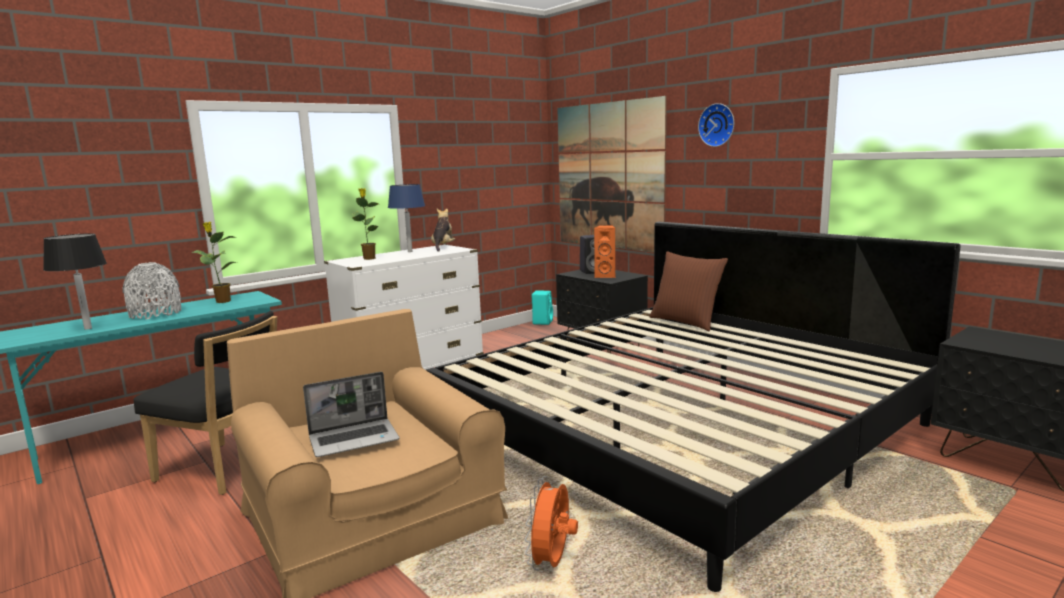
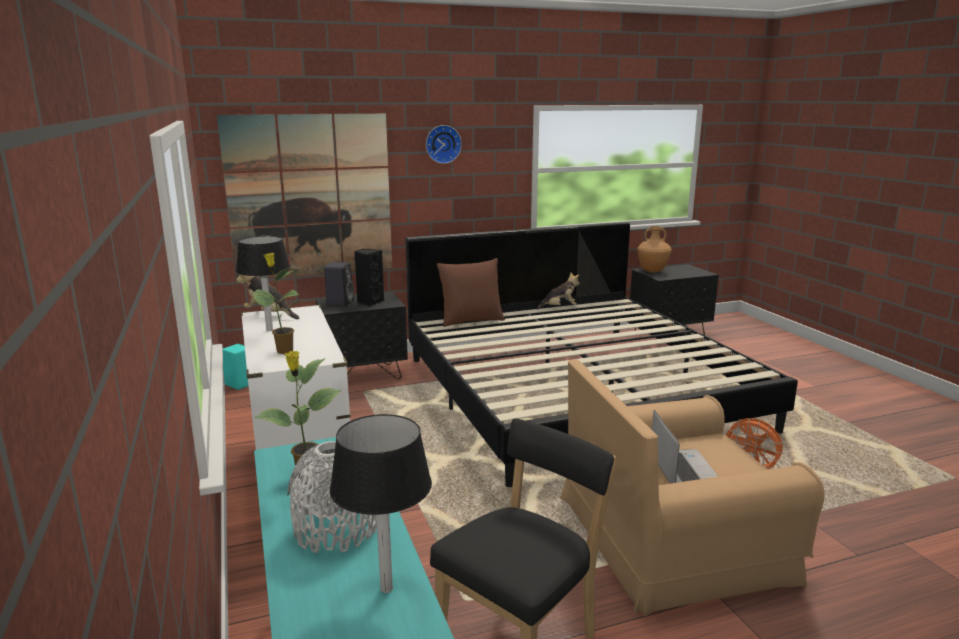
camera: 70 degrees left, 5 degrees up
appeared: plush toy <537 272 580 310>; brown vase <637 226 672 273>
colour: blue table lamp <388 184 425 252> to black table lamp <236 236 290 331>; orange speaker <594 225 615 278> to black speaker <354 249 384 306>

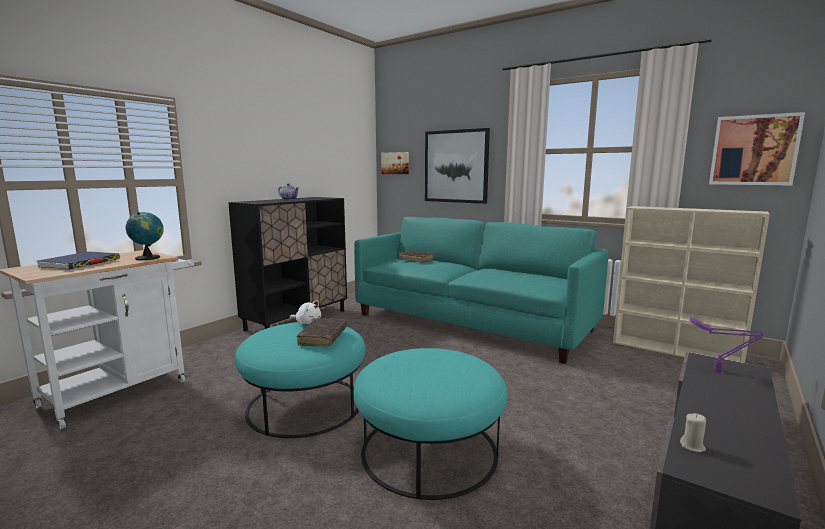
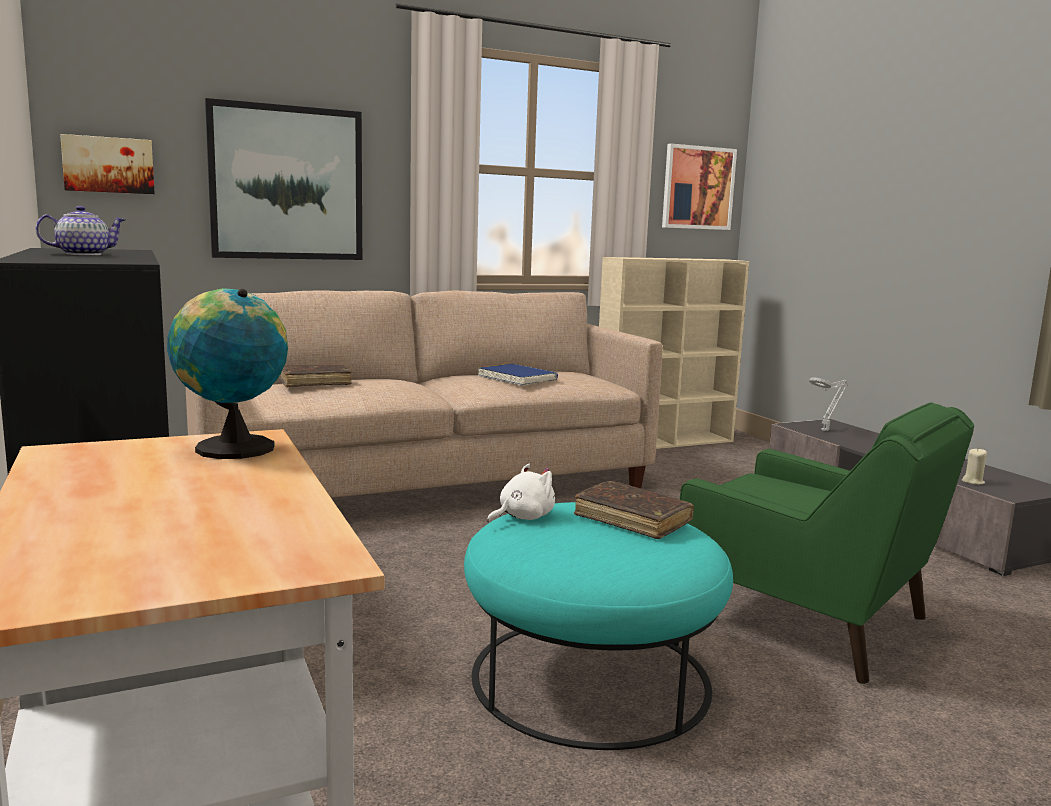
camera: 60 degrees left, 0 degrees up
relocated: blue book <37 251 120 269> to <478 364 558 386>
exchanged: turquoise ottoman <354 348 507 500> to green armchair <680 403 974 684>
colour: turquoise sofa <354 217 608 364> to beige sofa <185 290 663 498>; purple table lamp <689 318 764 371> to grey table lamp <809 377 848 431>

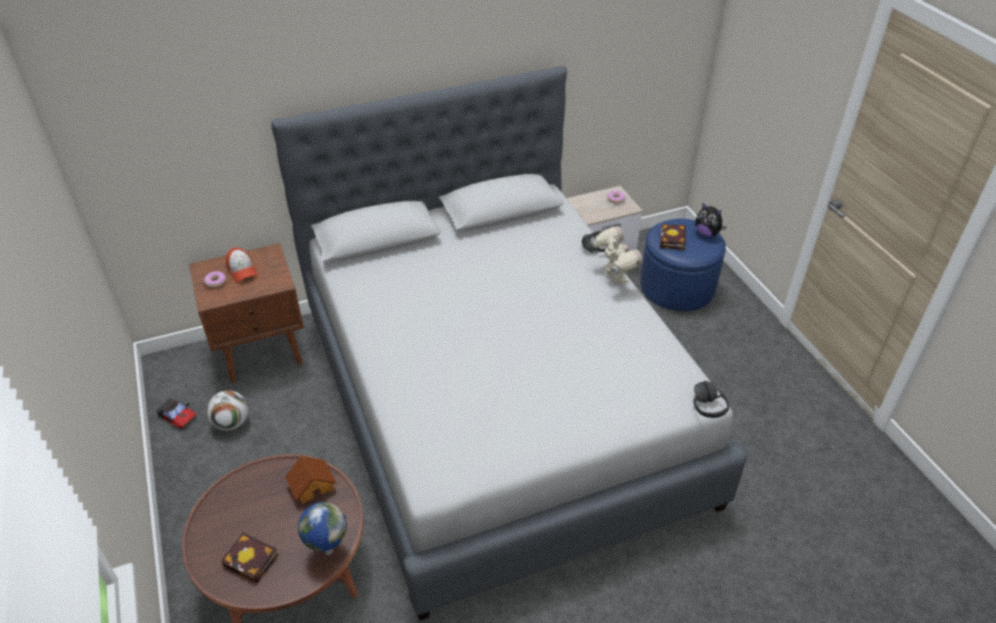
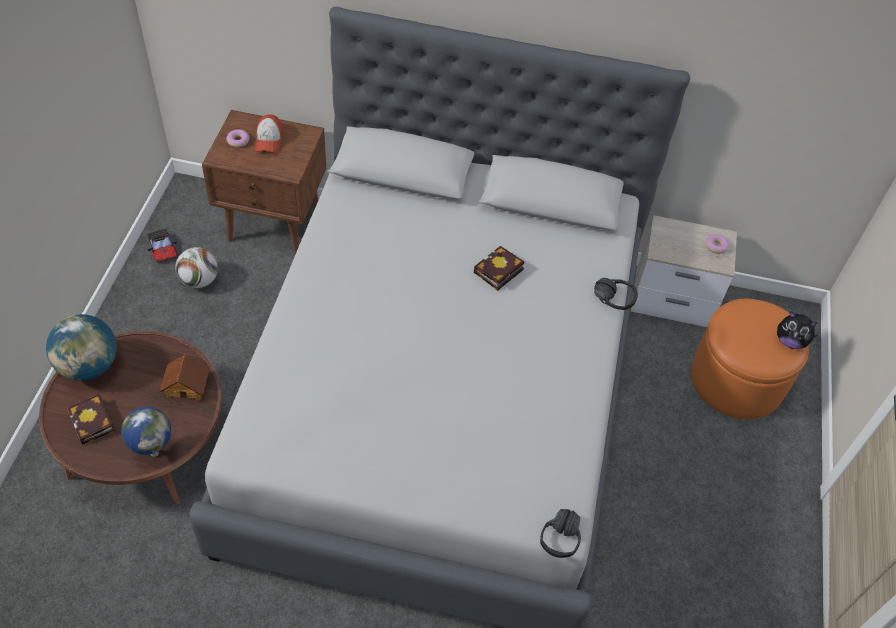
camera: 30 degrees right, 10 degrees up
missing: toy robot <591 226 643 285>
appeared: globe <46 314 117 381>
relocated: book <660 224 686 250> to <474 246 524 291>
colour: blue ottoman <640 219 726 311> to orange ottoman <691 299 809 419>
spun: plush toy <695 203 727 237> = <777 311 818 349> 45 degrees counterclockwise

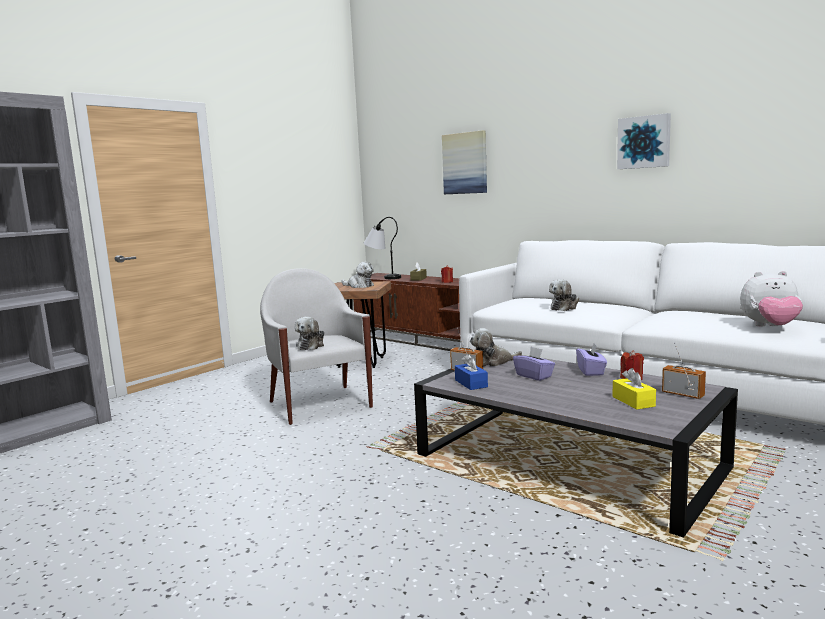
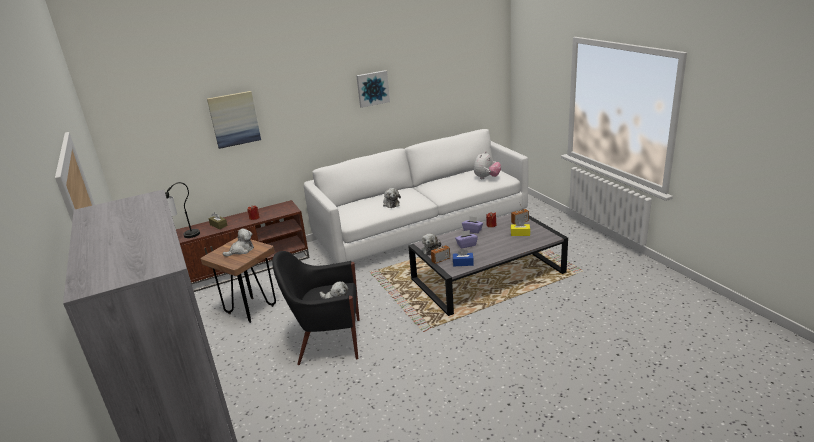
camera: 65 degrees left, 15 degrees up
colour: white armchair <260 268 373 425> to black armchair <272 251 360 365>

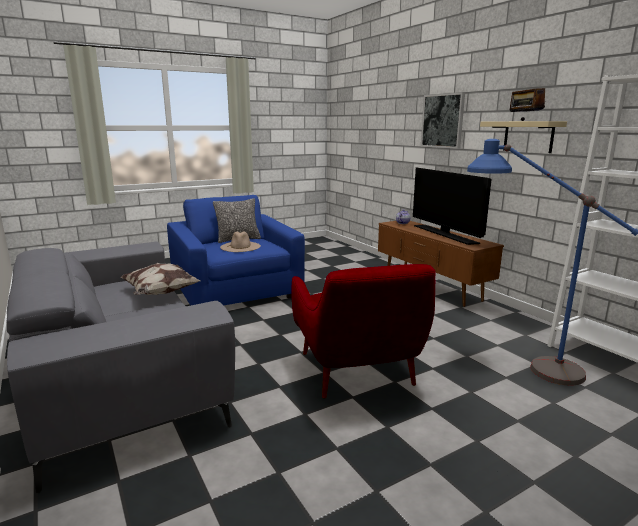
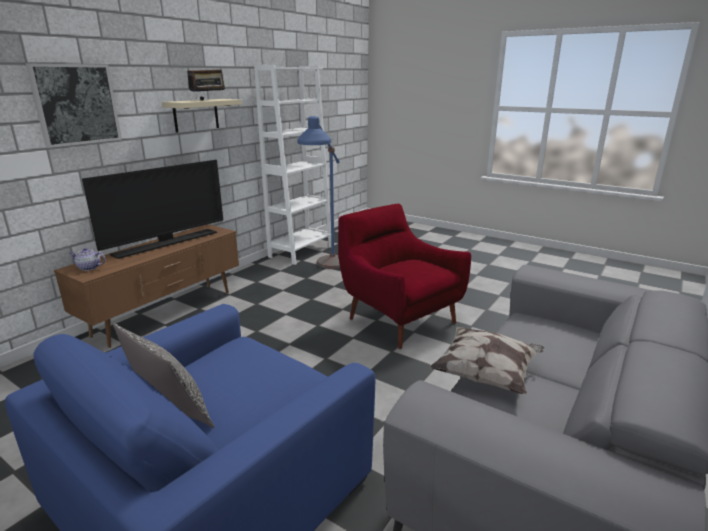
camera: 115 degrees left, 5 degrees up
missing: beige hat <220 232 261 252>
spun: red armchair <291 264 436 399> = <338 204 471 349> 90 degrees counterclockwise

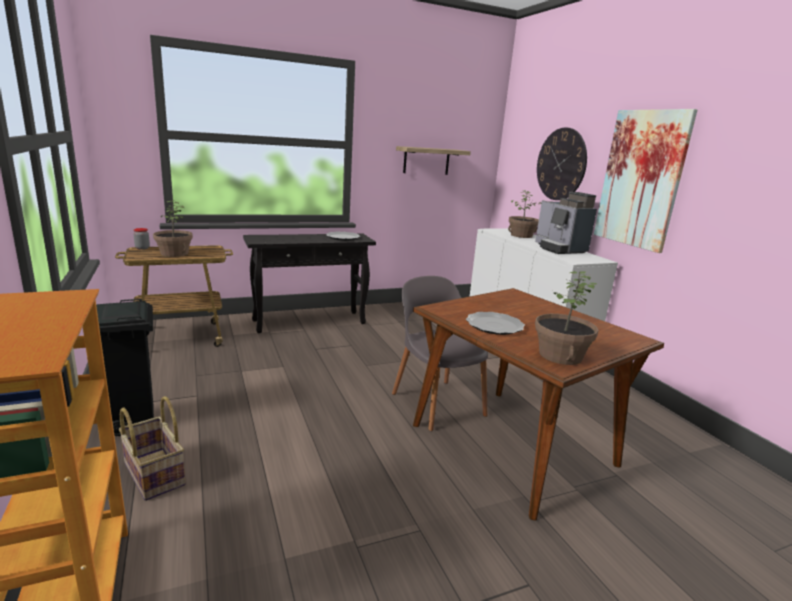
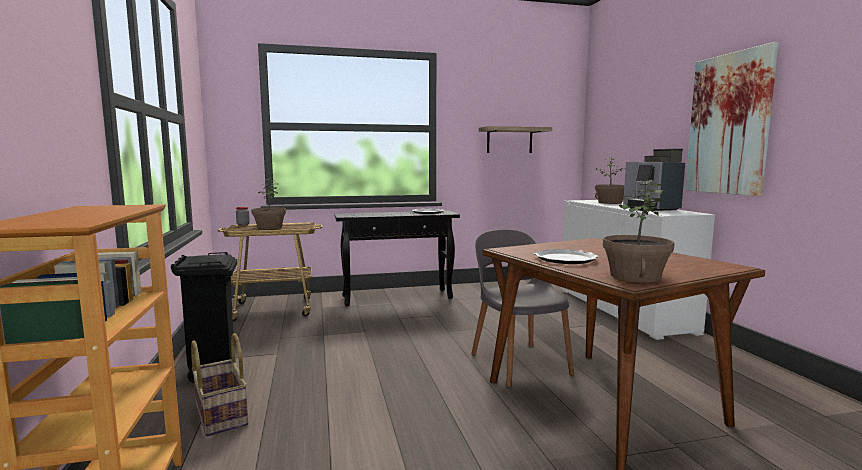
camera: 10 degrees right, 10 degrees down
missing: wall clock <537 127 587 200>

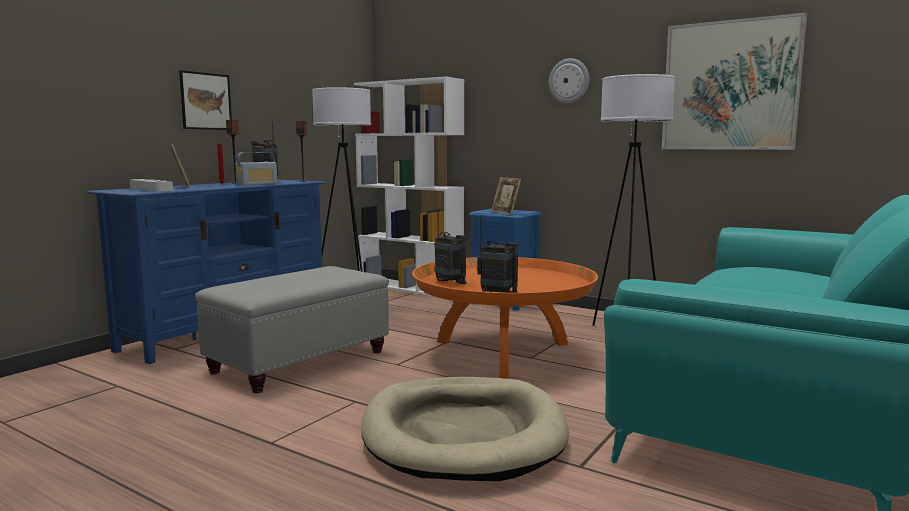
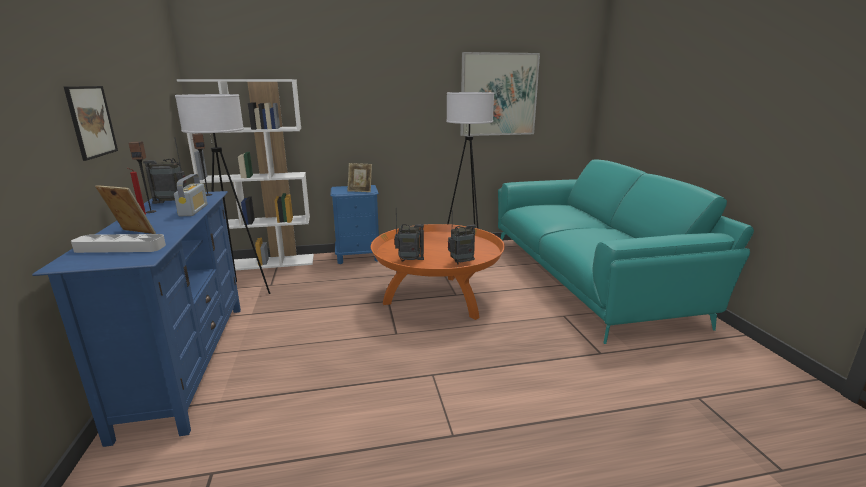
camera: 45 degrees left, 10 degrees up
missing: grey ottoman <195 266 389 393>; beige dog bed <361 377 569 481>; wall clock <549 58 589 103>

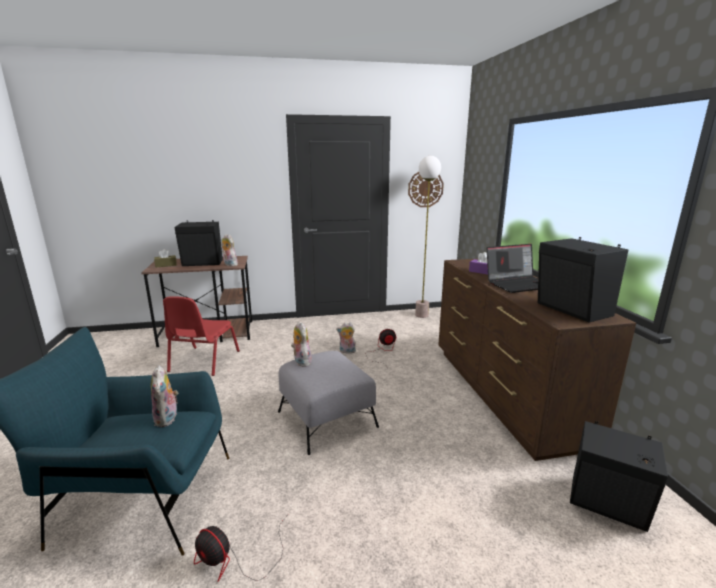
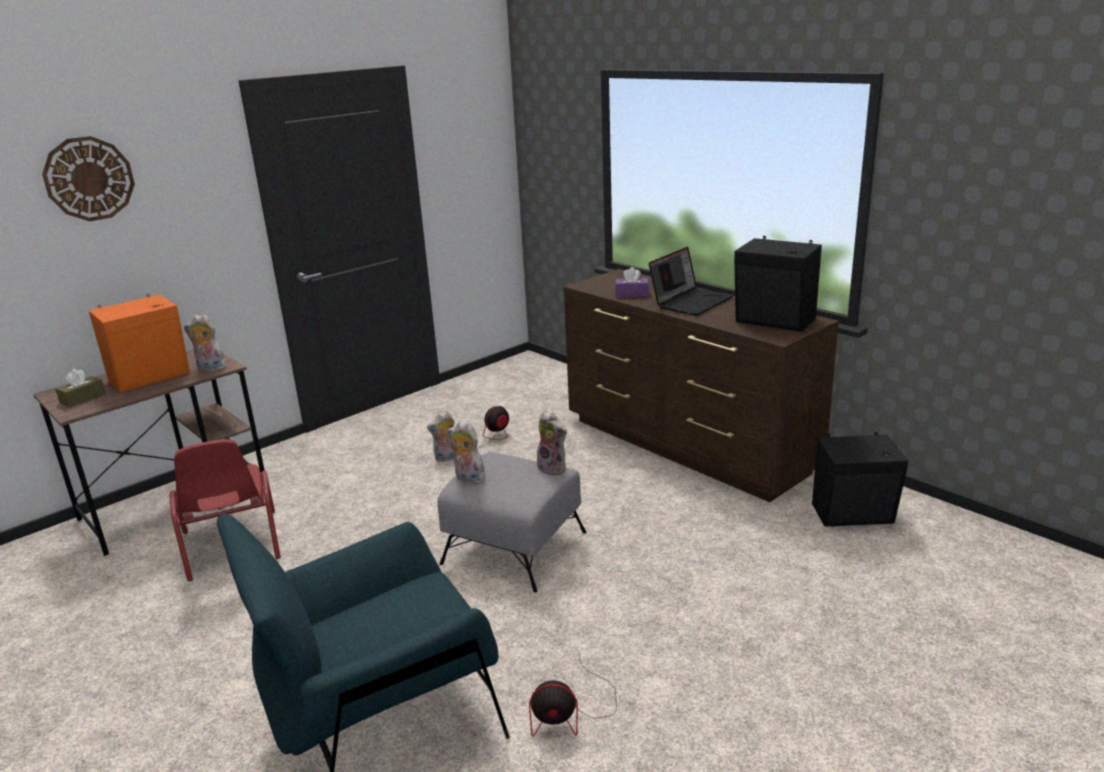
camera: 30 degrees left, 5 degrees up
missing: floor lamp <415 156 441 318>
relocated: plush toy <151 365 178 427> to <537 410 568 475>; wall clock <408 172 444 207> to <42 136 135 221>
colour: black speaker <175 220 223 266> to orange speaker <89 294 190 393>

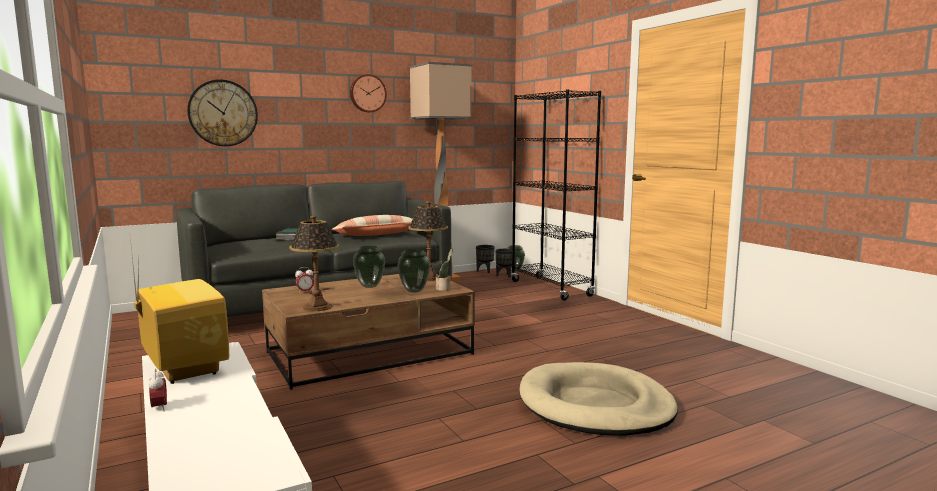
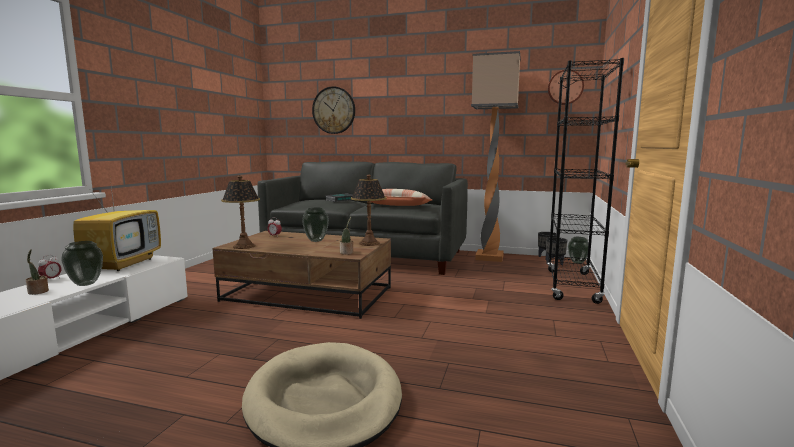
camera: 45 degrees right, 0 degrees up
appeared: potted plant <26 249 49 295>
relocated: wall clock <350 74 387 112> to <548 69 584 105>; vase <397 249 431 292> to <61 241 103 286>

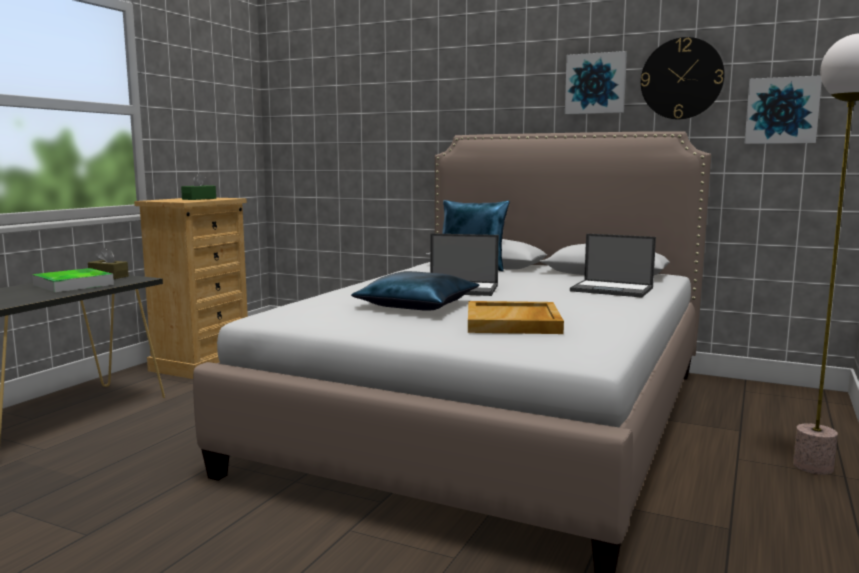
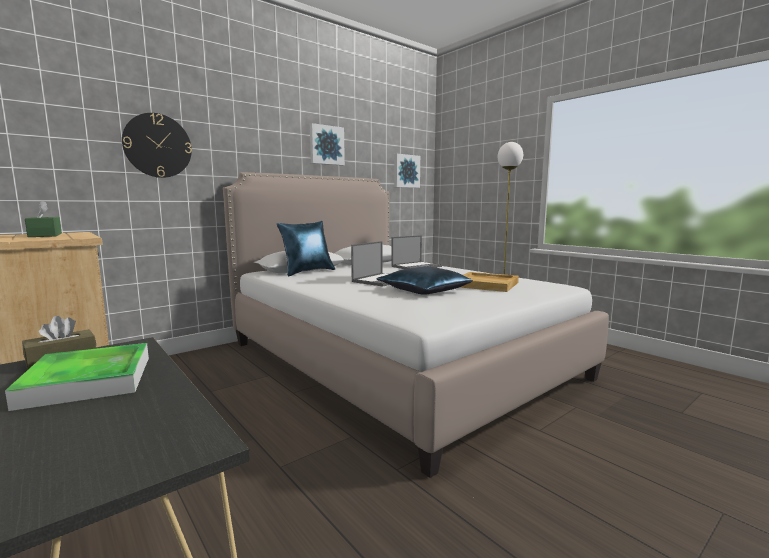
camera: 65 degrees left, 0 degrees up
relocated: wall clock <641 37 725 119> to <122 113 192 178>

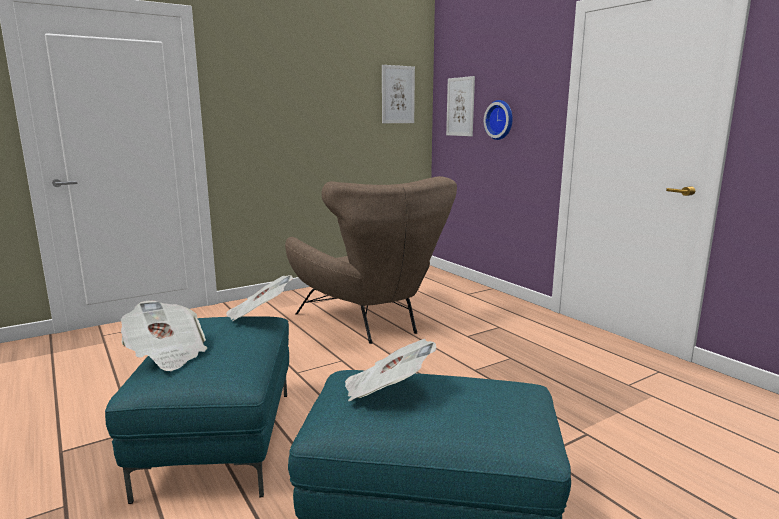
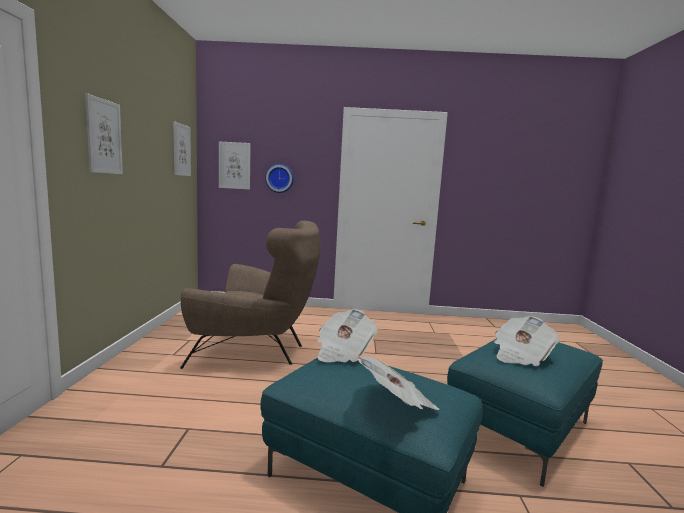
camera: 55 degrees left, 5 degrees down
appeared: picture <85 93 123 174>

